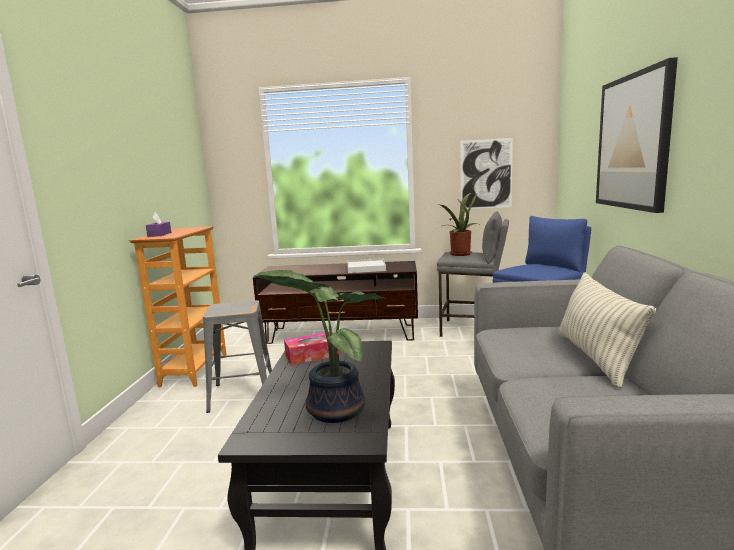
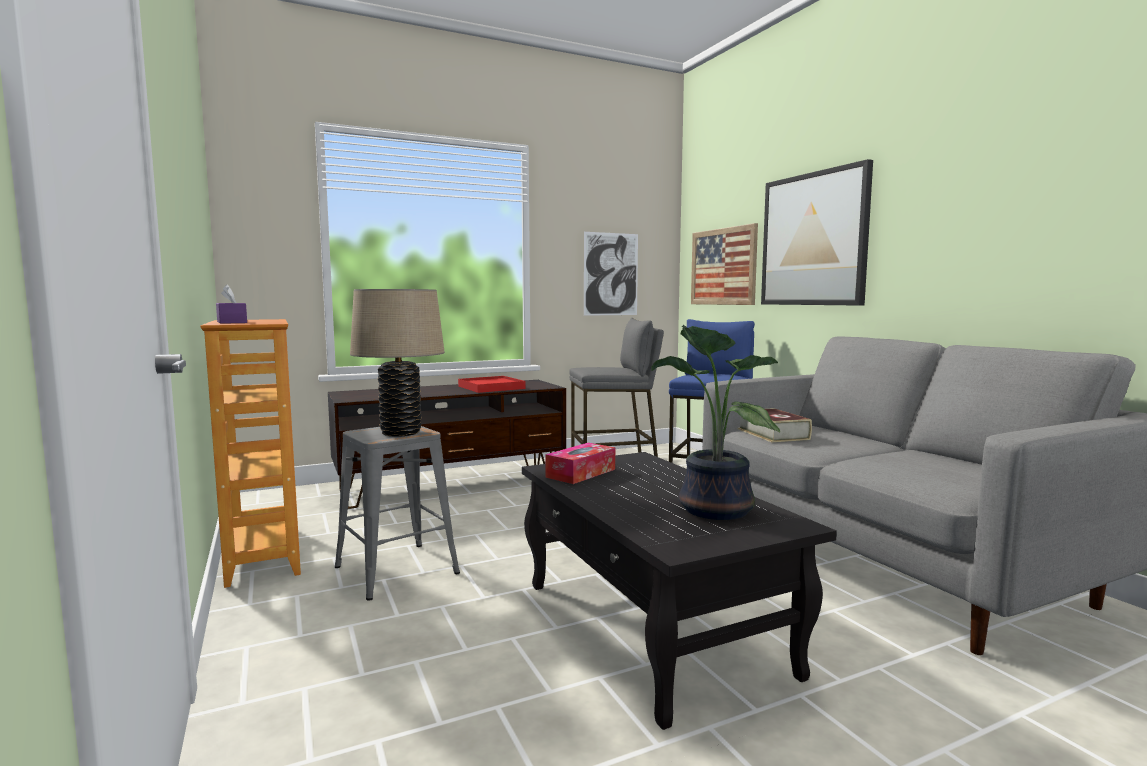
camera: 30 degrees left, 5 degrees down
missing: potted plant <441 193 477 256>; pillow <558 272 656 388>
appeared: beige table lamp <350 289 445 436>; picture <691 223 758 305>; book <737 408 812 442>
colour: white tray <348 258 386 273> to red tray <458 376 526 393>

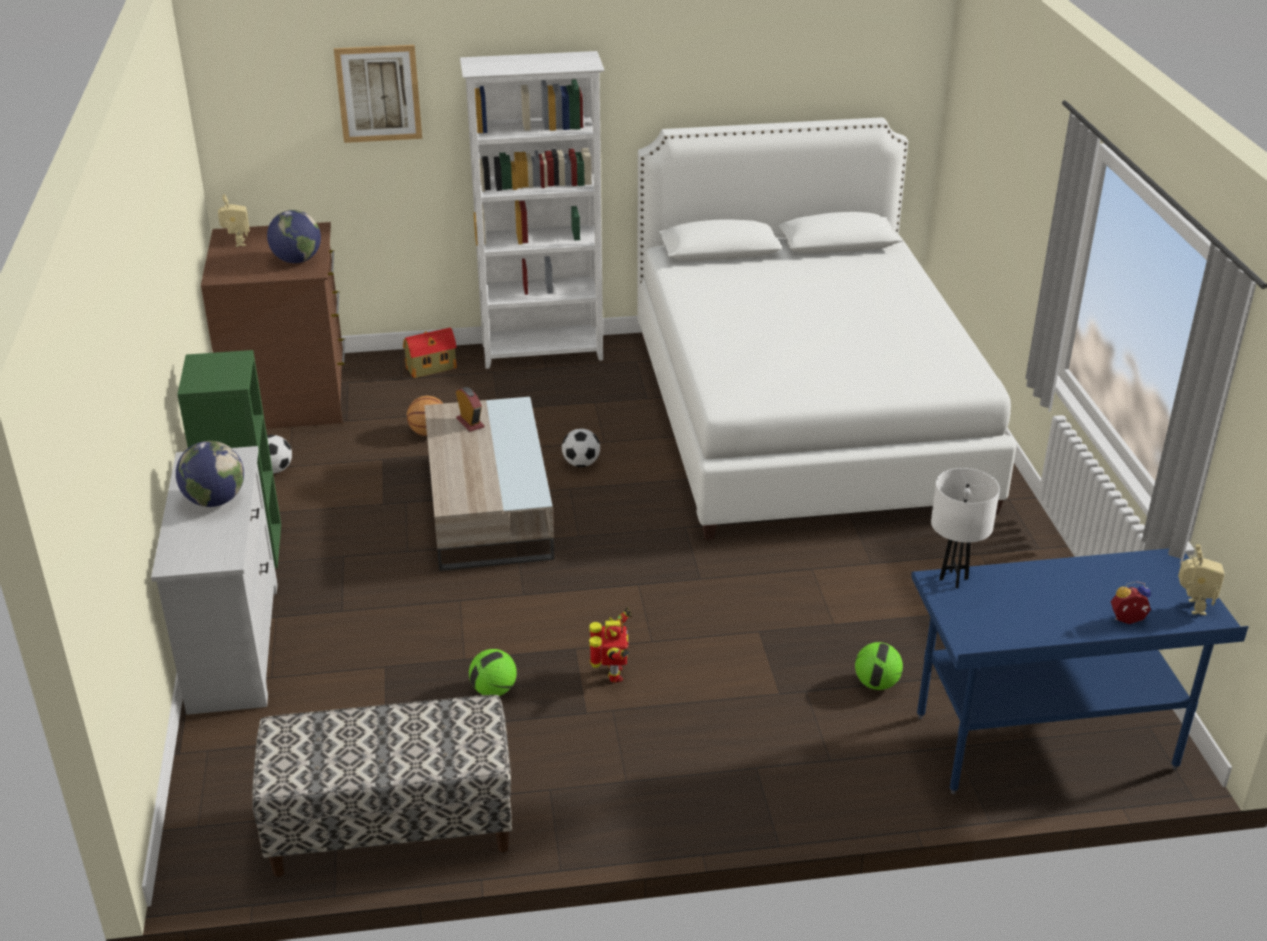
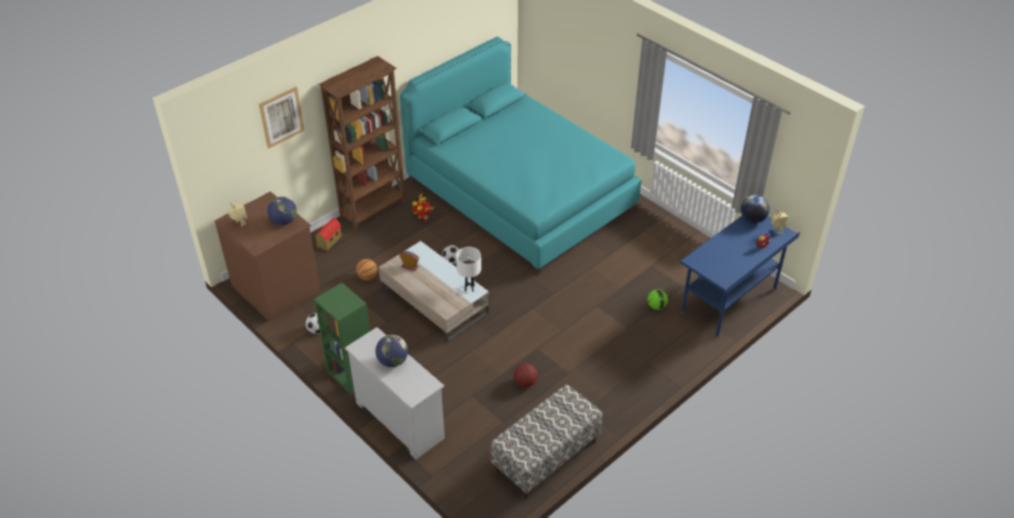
camera: 35 degrees left, 10 degrees up
appeared: globe <741 195 770 223>
relocated: toy robot <589 607 632 683> to <412 192 435 222>; white table lamp <931 468 1000 588> to <456 247 481 292>
exchanged: football <469 649 517 696> to basketball <514 363 538 388>
colour: white bookcase <460 51 605 369> to brown bookcase <318 56 406 230>; white bed <637 117 1017 540> to turquoise bed <400 37 641 275>

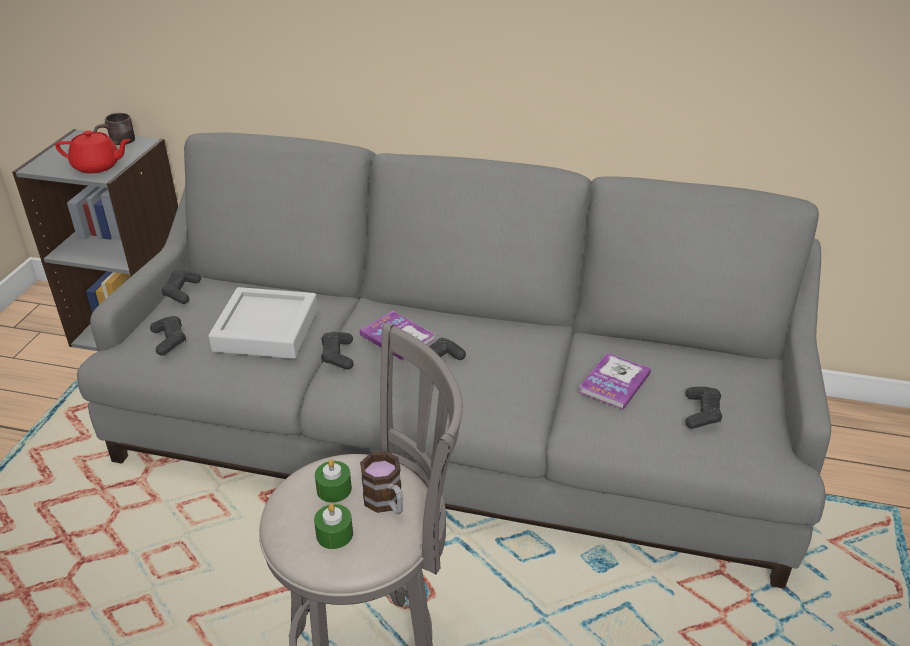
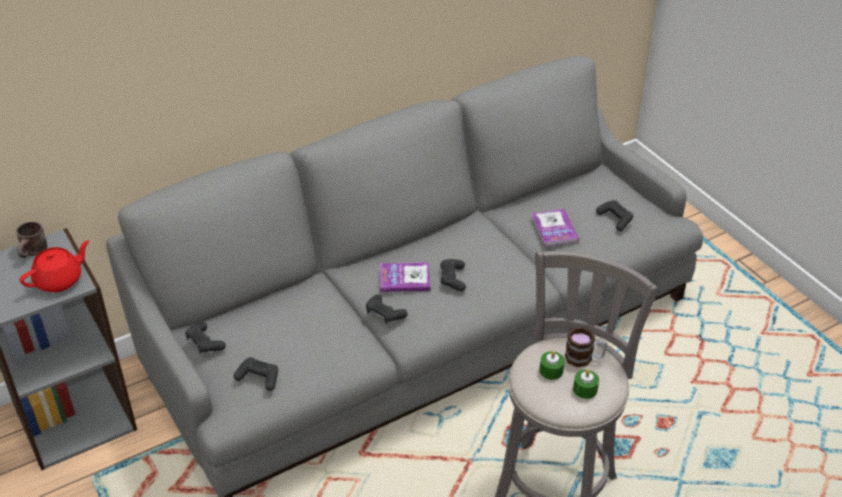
camera: 45 degrees left, 5 degrees up
missing: grey tray <208 287 318 359>

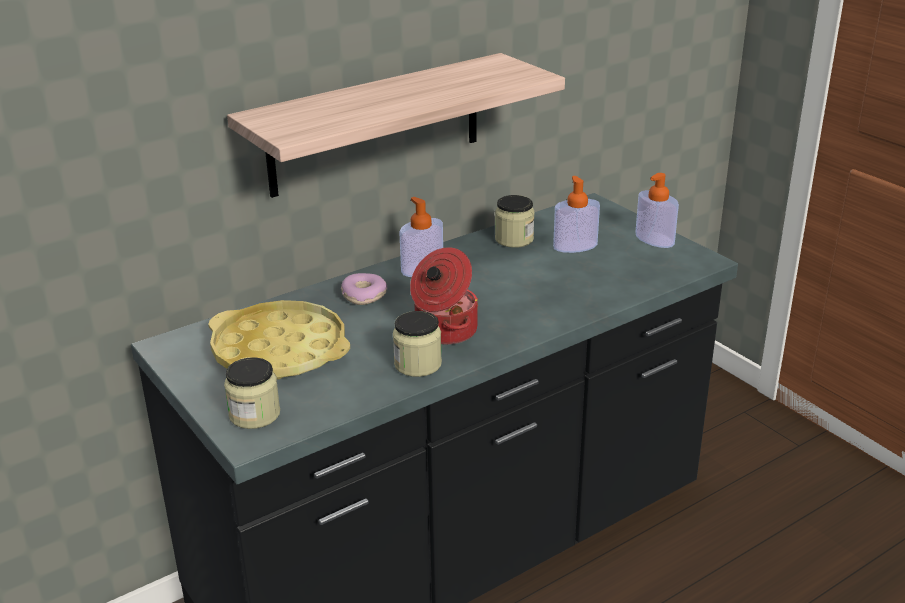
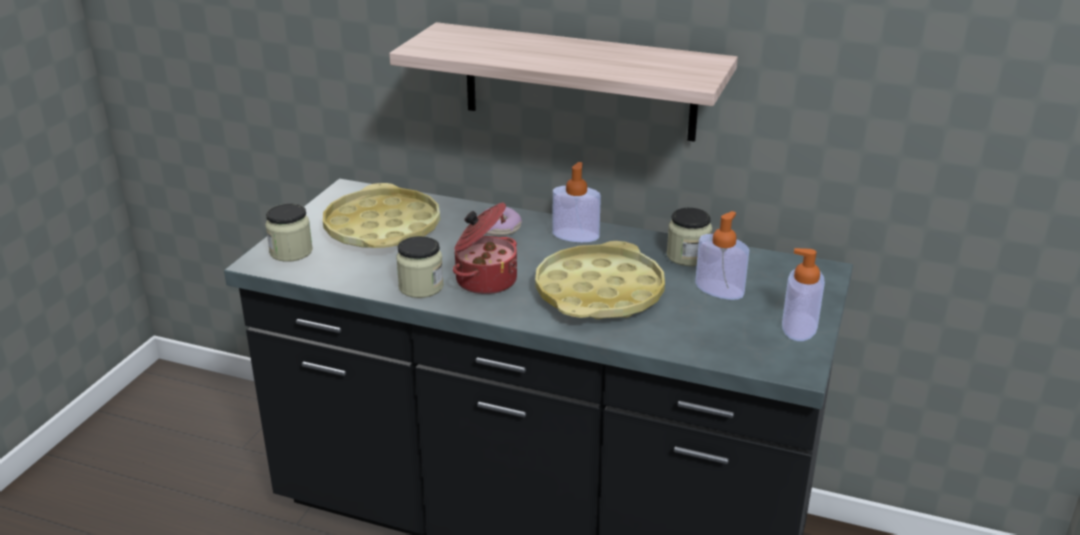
camera: 55 degrees right, 0 degrees up
appeared: yellow tray <535 241 665 319>

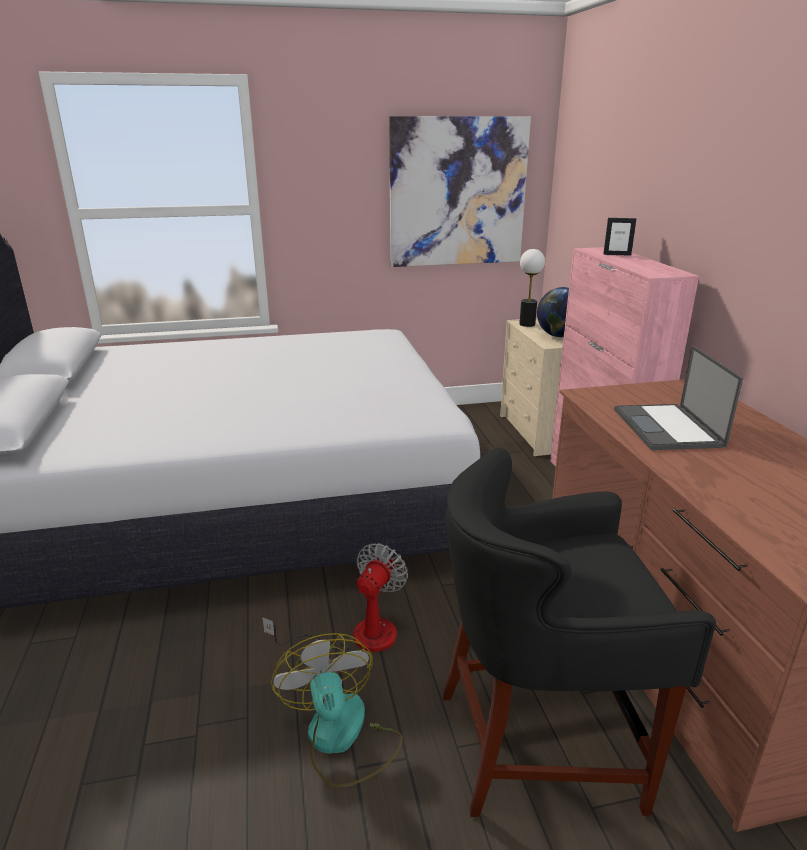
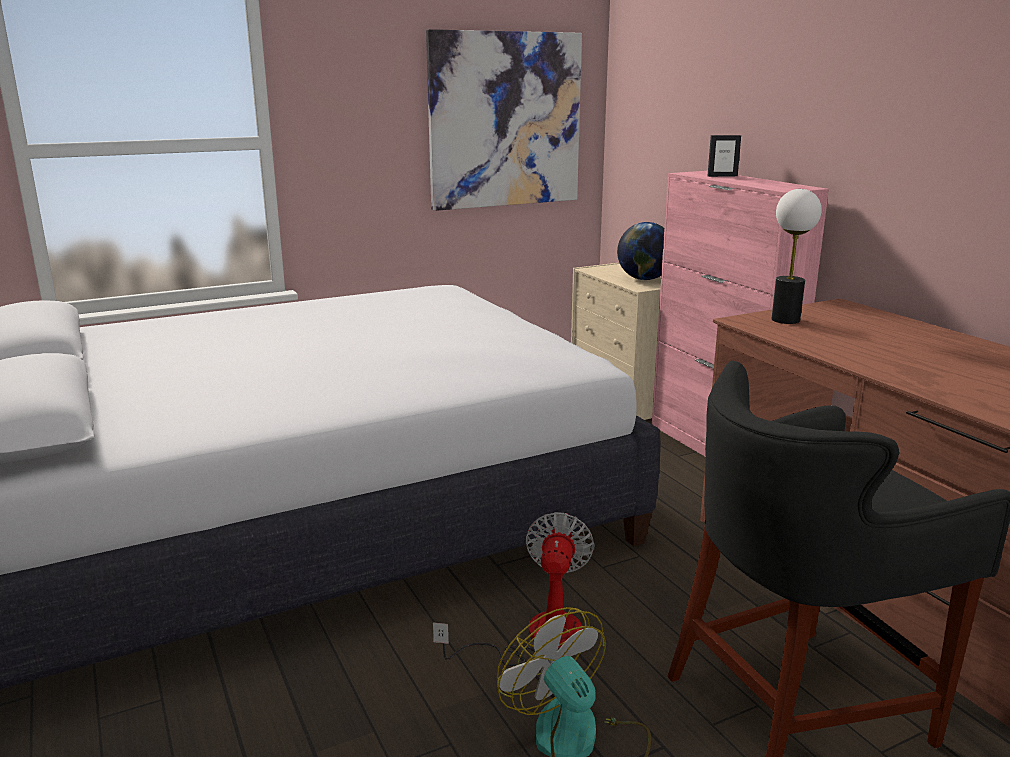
camera: 15 degrees left, 5 degrees down
missing: laptop <614 345 743 450>
relocated: table lamp <519 249 545 327> to <772 189 822 324>

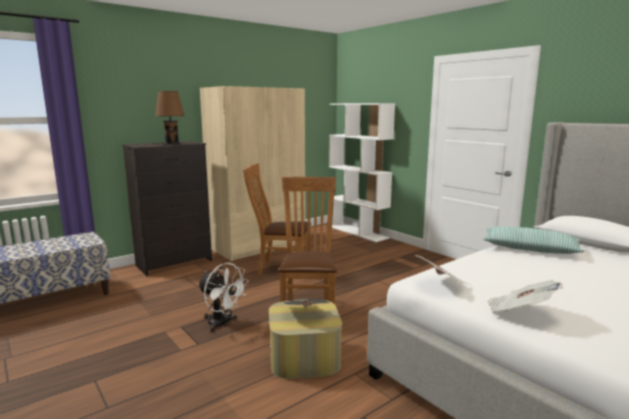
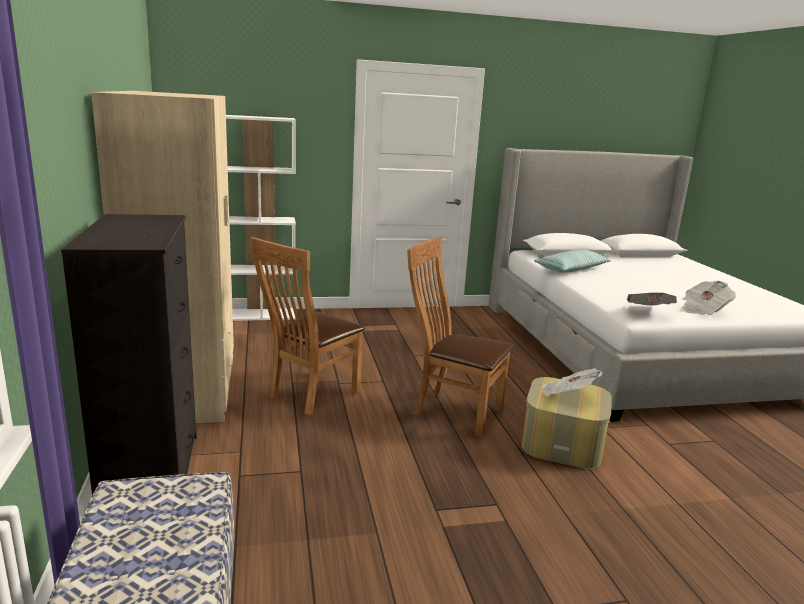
camera: 65 degrees left, 5 degrees up
missing: brown table lamp <151 91 184 145>; white fan <197 263 249 332>

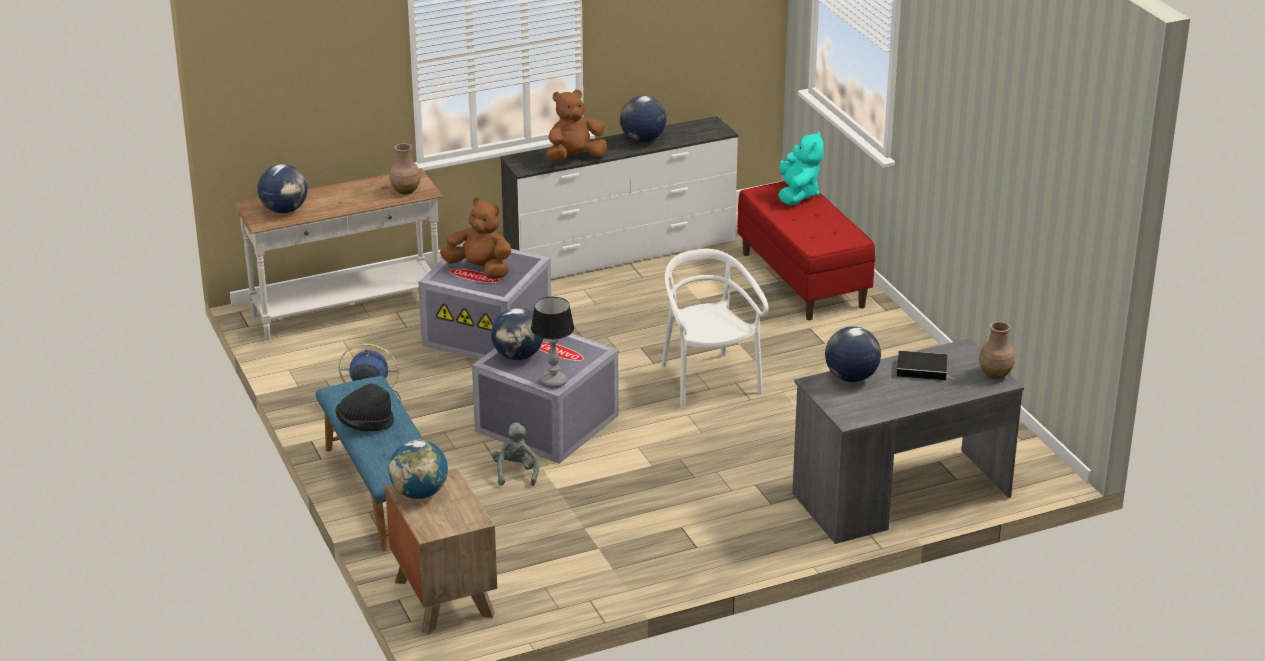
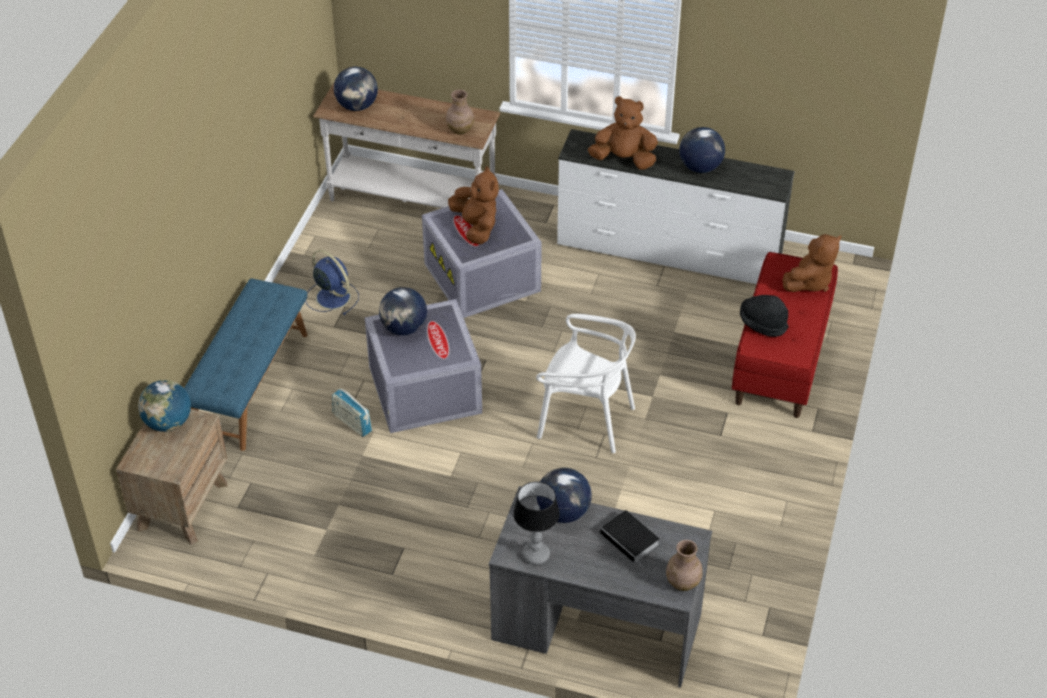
camera: 40 degrees right, 15 degrees up
relocated: black hat <336 384 394 431> to <740 295 788 337>; table lamp <531 297 574 388> to <513 481 560 565>
exchanged: grey plush toy <492 423 539 486> to radio <332 389 372 437>
colour: turquoise plush toy <778 131 824 205> to brown plush toy <783 234 841 292>
spun: white chair <661 249 769 409> = <536 314 636 453> 90 degrees clockwise

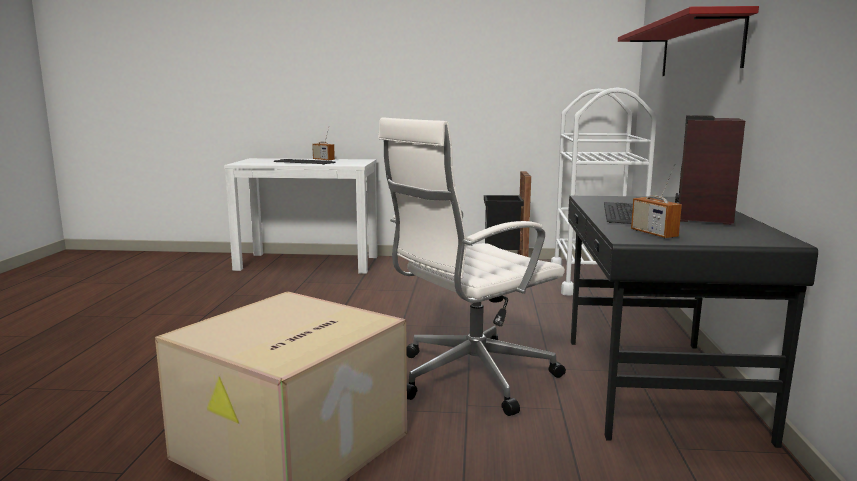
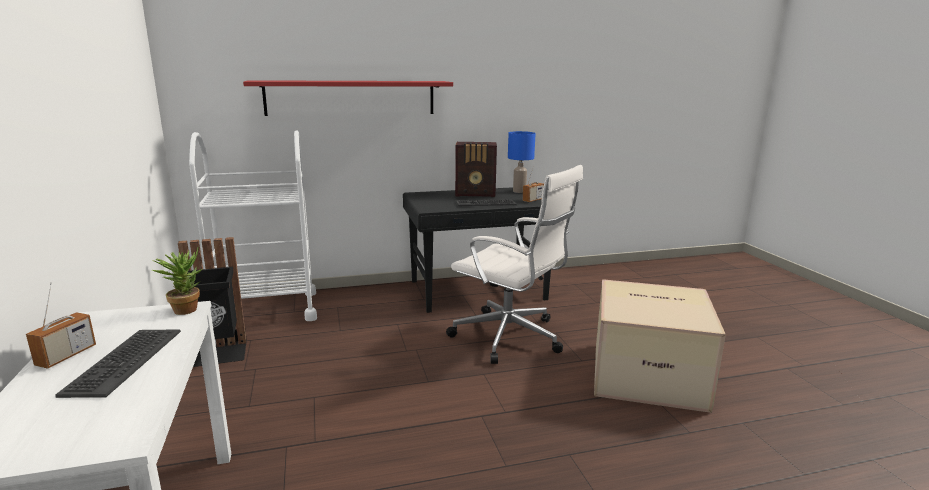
camera: 110 degrees left, 5 degrees up
appeared: potted plant <152 247 202 315>; blue table lamp <508 131 536 193>

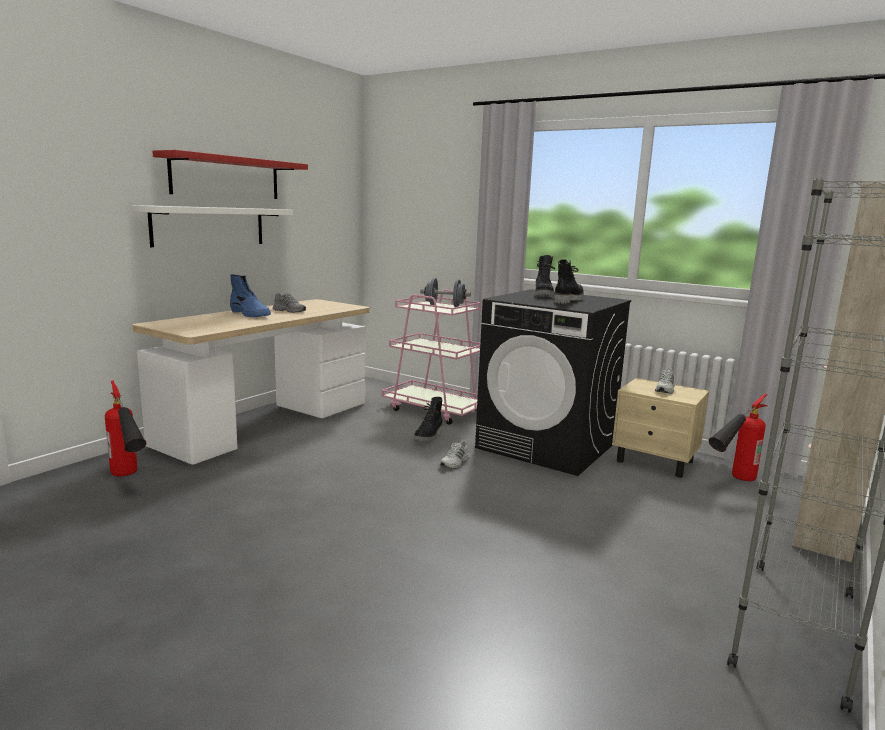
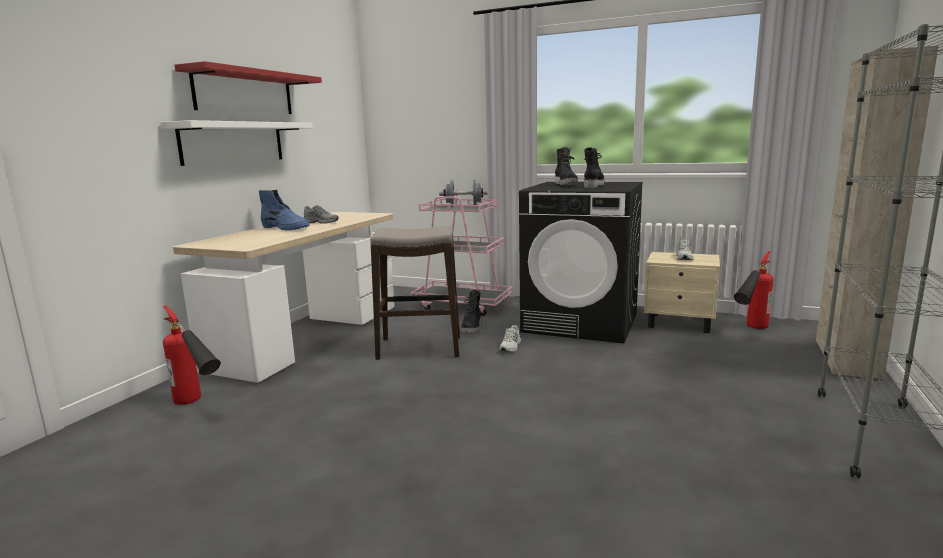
camera: 10 degrees left, 0 degrees up
appeared: stool <370 226 460 360>

